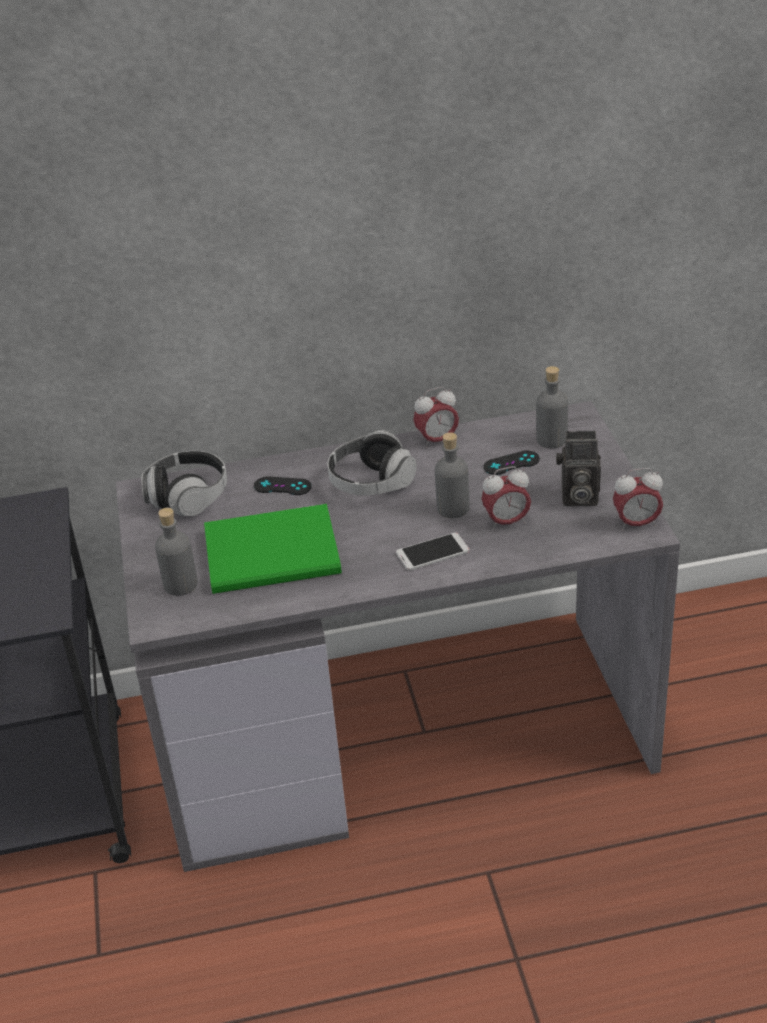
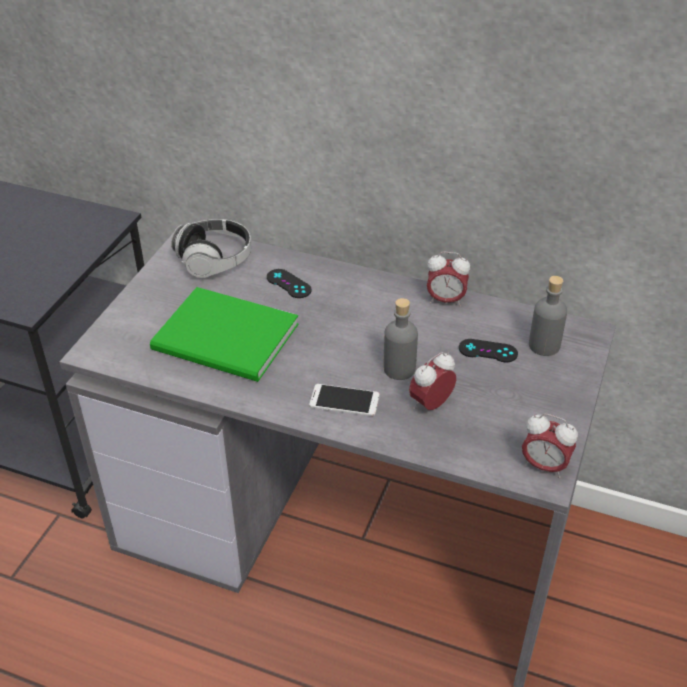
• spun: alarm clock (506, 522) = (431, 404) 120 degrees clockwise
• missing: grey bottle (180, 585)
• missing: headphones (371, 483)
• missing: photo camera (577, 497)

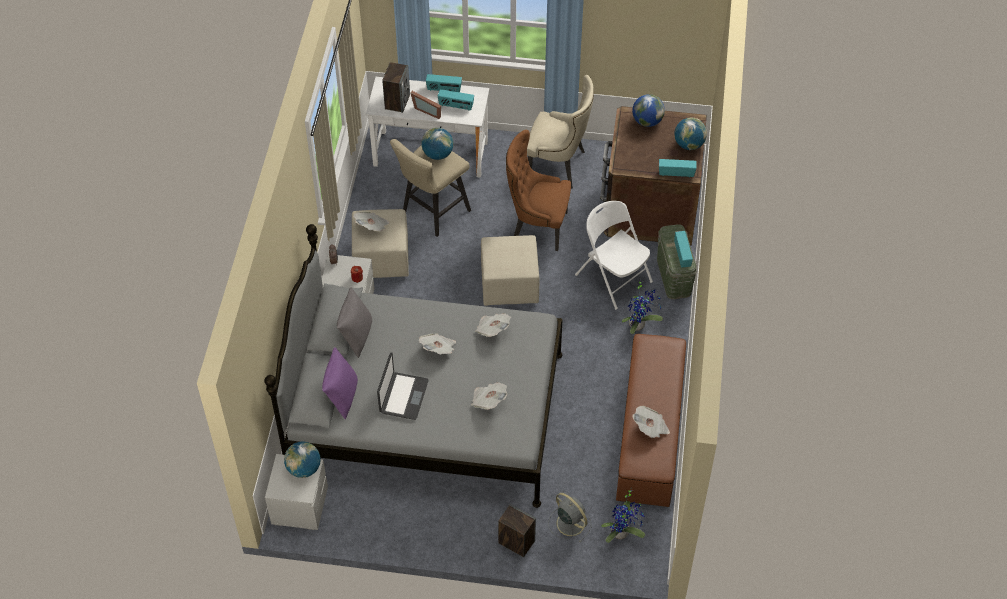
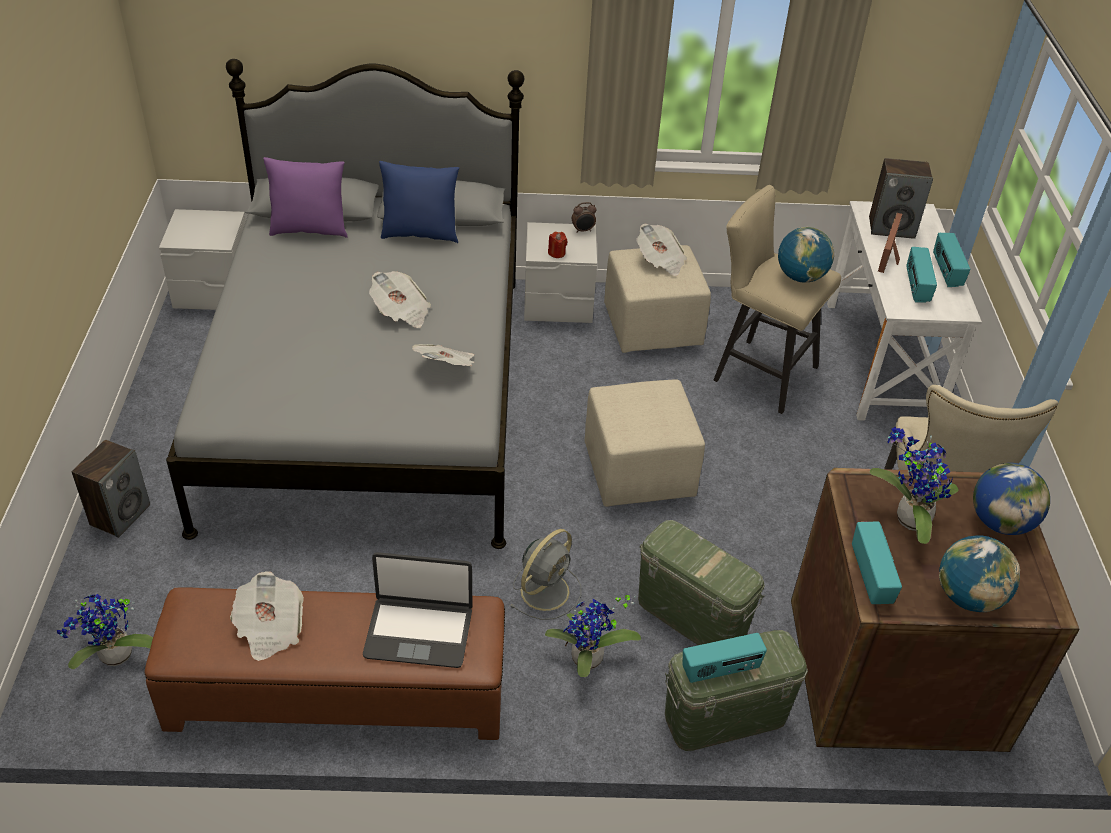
• relocated: laptop (403, 396) to (419, 632)
• colour: grey pillow (356, 336) to blue pillow (420, 234)
• relocated: grey fan (569, 522) to (546, 590)
• exchanged: white chair (614, 278) to green storage box (692, 616)
• appeared: potted plant (907, 519)
• missing: globe (304, 469)
• missing: newspaper (488, 400)
• missing: brown chair (537, 227)

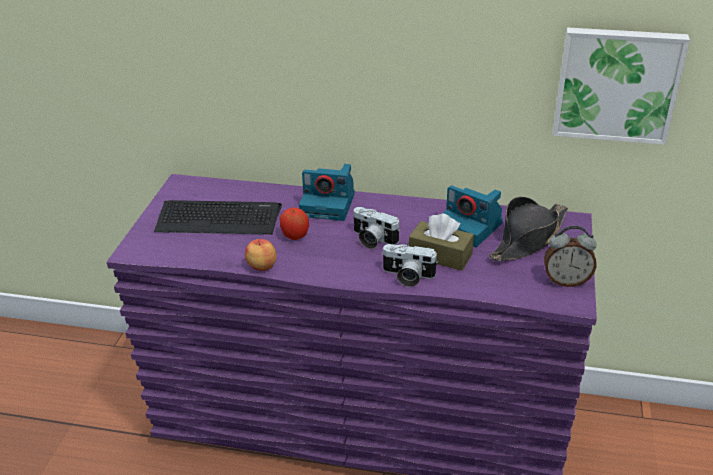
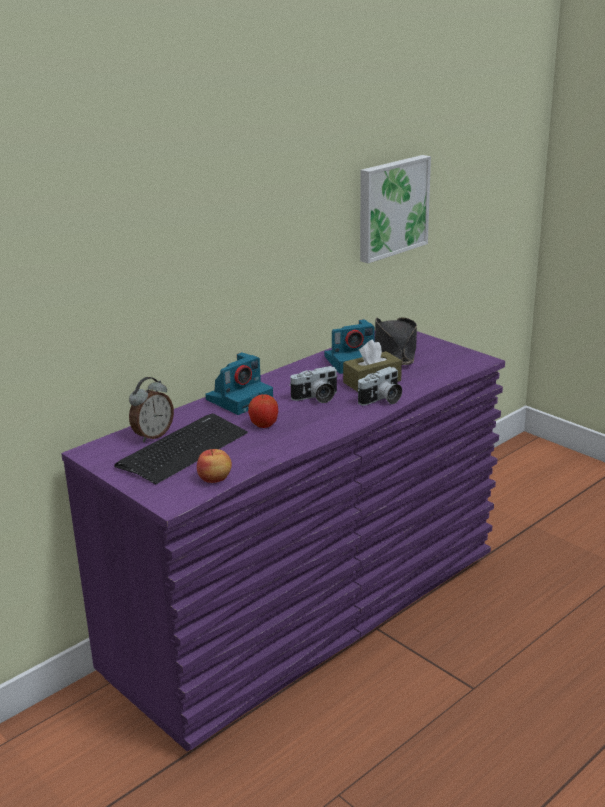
• relocated: alarm clock (566, 281) to (152, 435)
• relocated: apple (261, 266) to (215, 479)

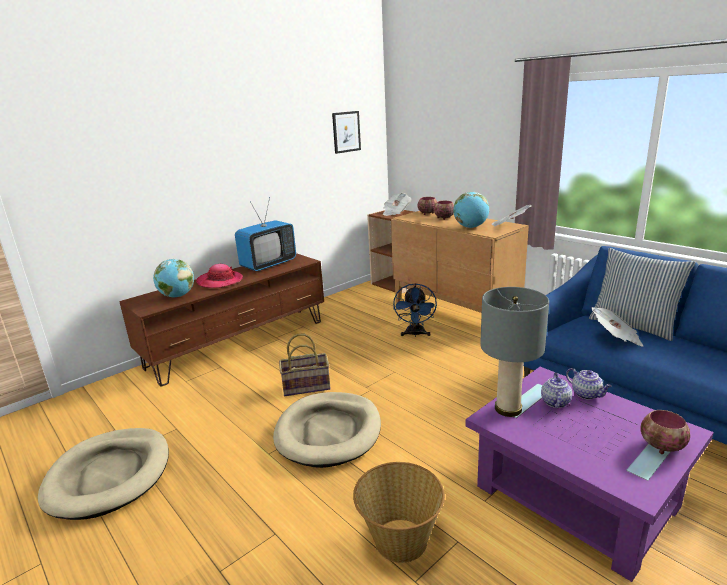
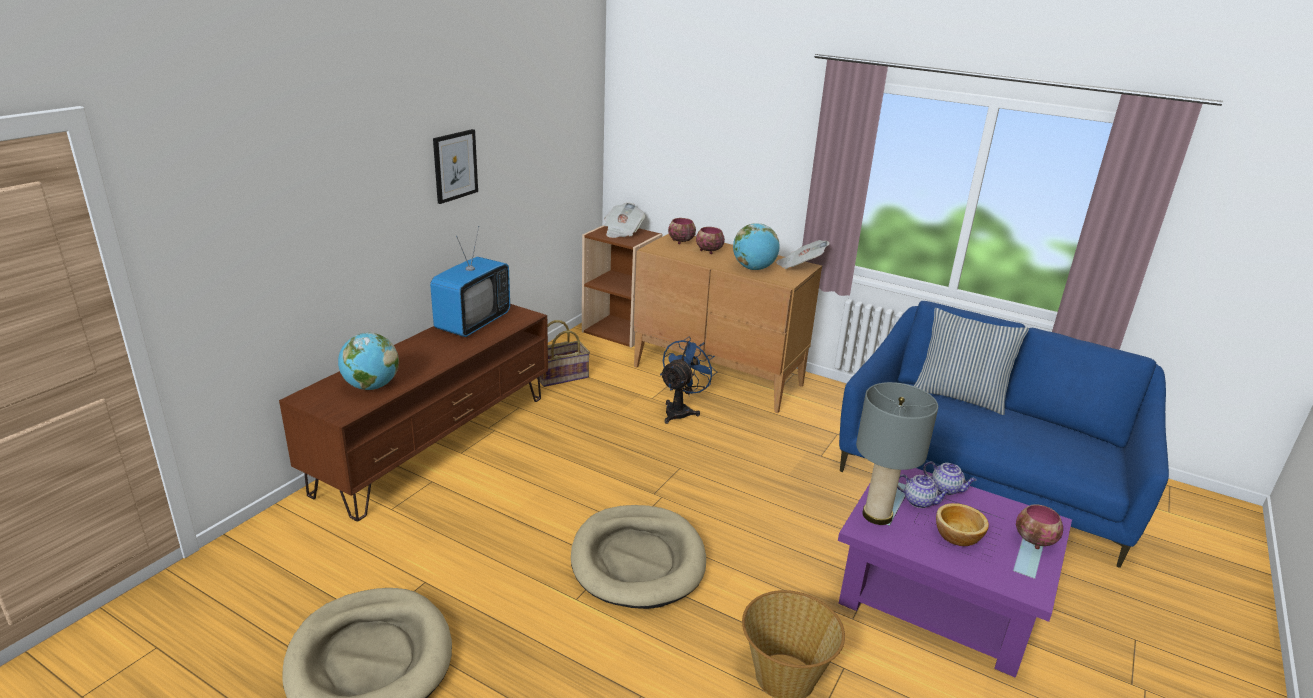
• relocated: picture (346, 132) to (455, 166)
• relocated: basket (306, 386) to (561, 376)
• spun: blue fan (415, 334) = (681, 410) 135 degrees counterclockwise
• spun: teapot (555, 402) = (919, 501) 120 degrees clockwise
• appeared: bowl (958, 536)
• missing: hat (220, 281)
• missing: newspaper (616, 338)

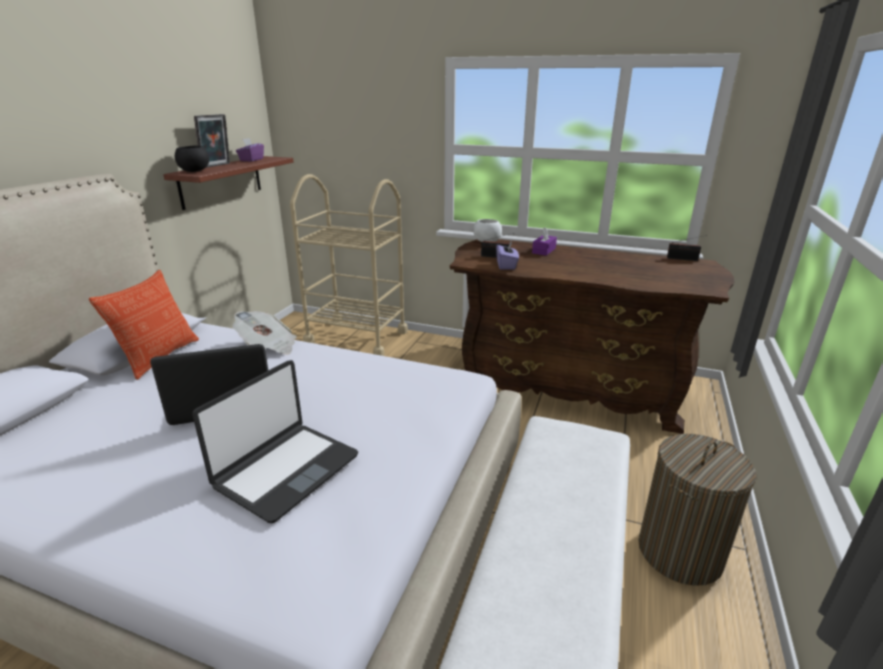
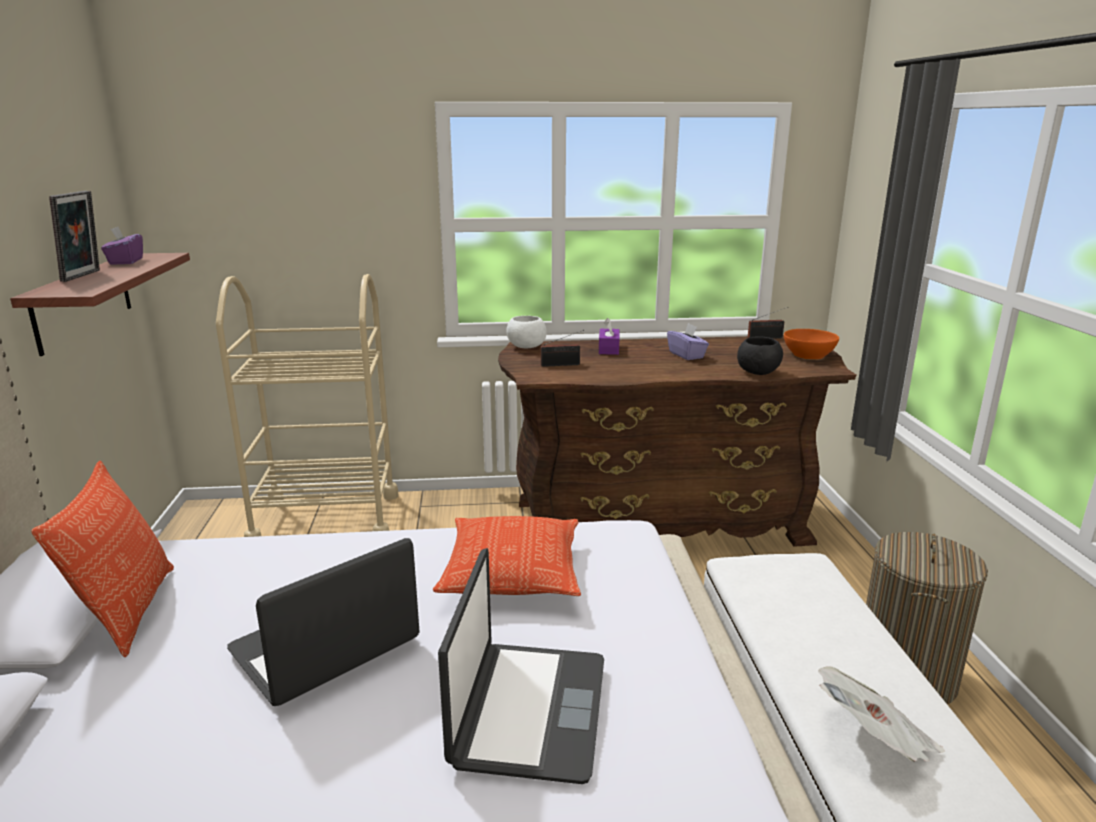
• appeared: orange pillow (512, 575)
• relocated: purple tissue box (506, 265) to (686, 355)
• relocated: black bowl (195, 171) to (758, 372)
• appeared: orange bowl (808, 355)
• relocated: newspaper (268, 346) to (875, 741)

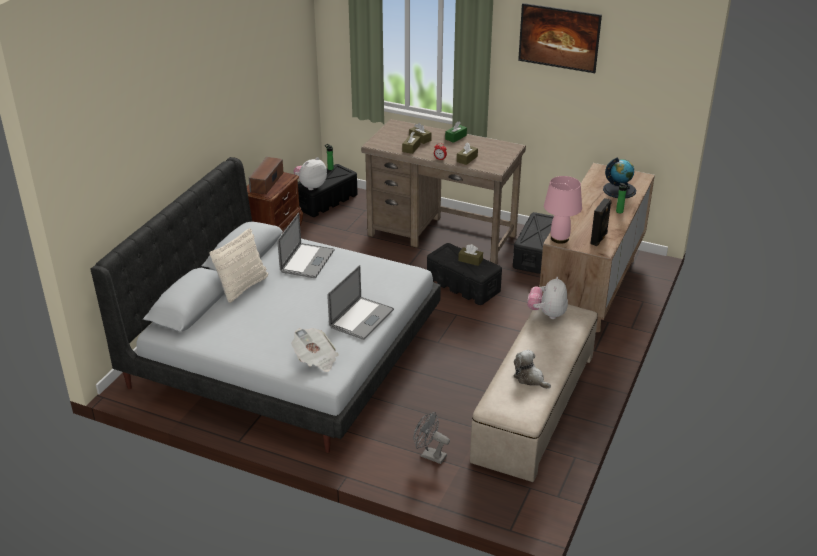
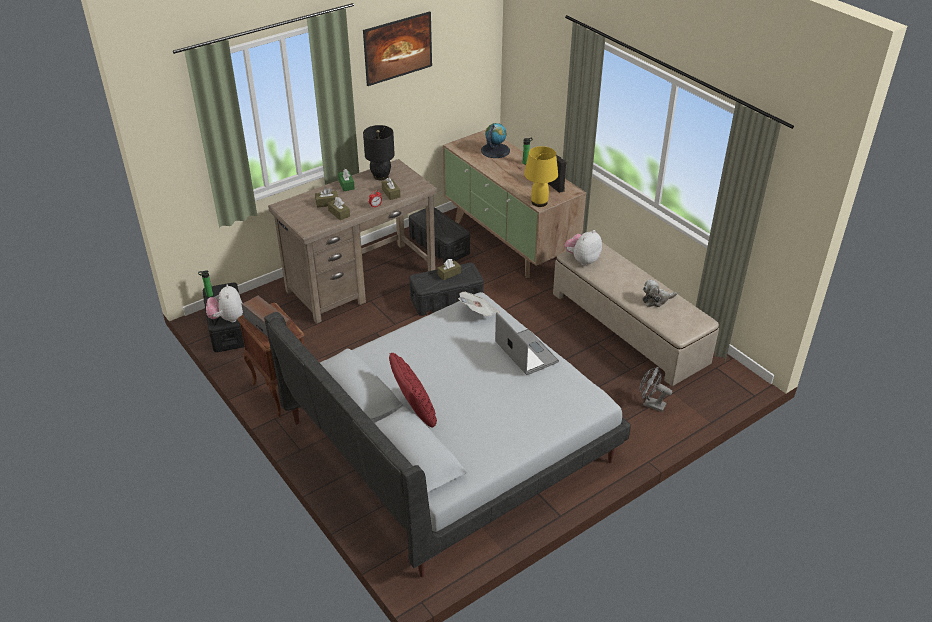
• appeared: black table lamp (380, 176)
• colour: beige pillow (242, 287) to red pillow (413, 410)
• relocated: newspaper (316, 359) to (479, 313)
• colour: pink table lamp (560, 239) to yellow table lamp (540, 202)
• spun: plush toy (547, 314) = (582, 260) 90 degrees clockwise
• spun: grey fan (429, 455) = (650, 404) 60 degrees clockwise
• missing: laptop (307, 261)

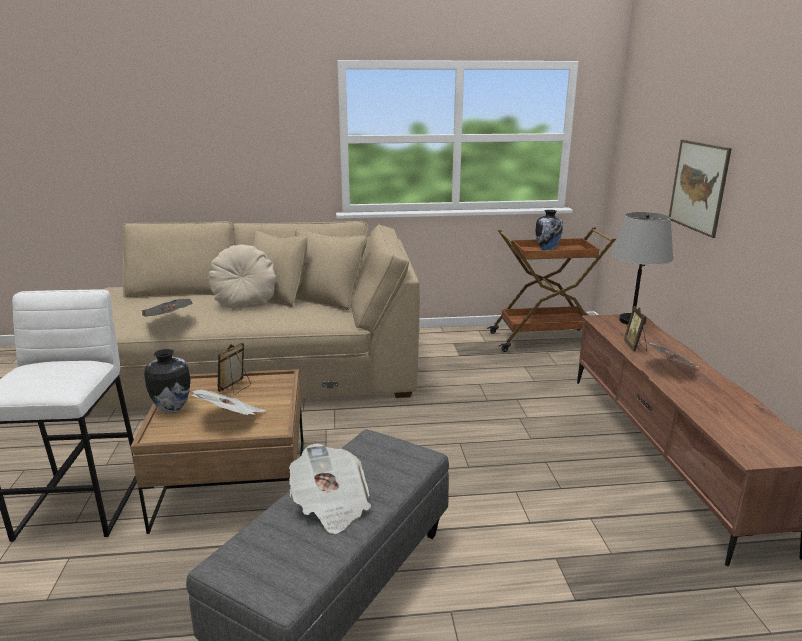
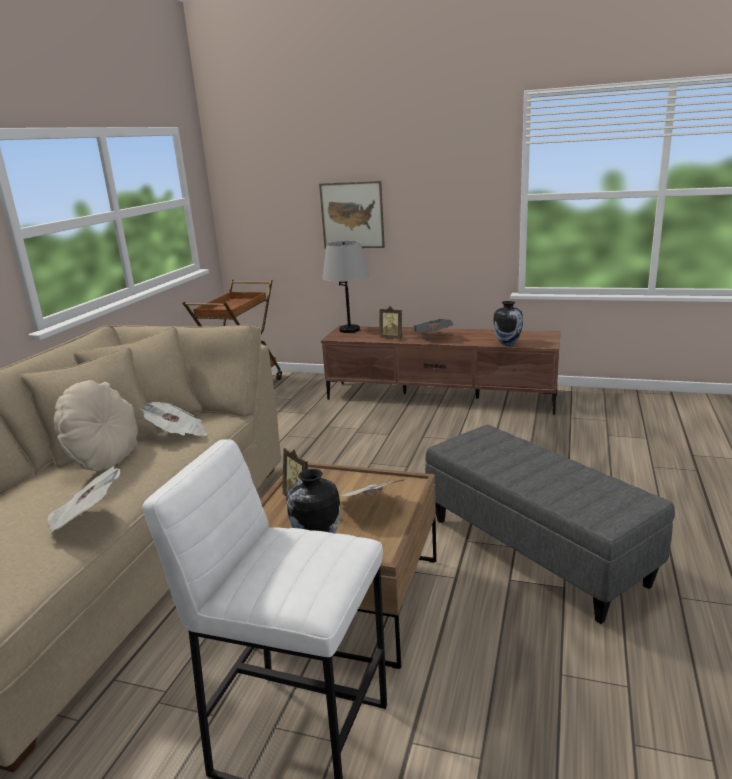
• relocated: newspaper (330, 505) to (177, 434)
• relocated: vase (547, 249) to (507, 343)

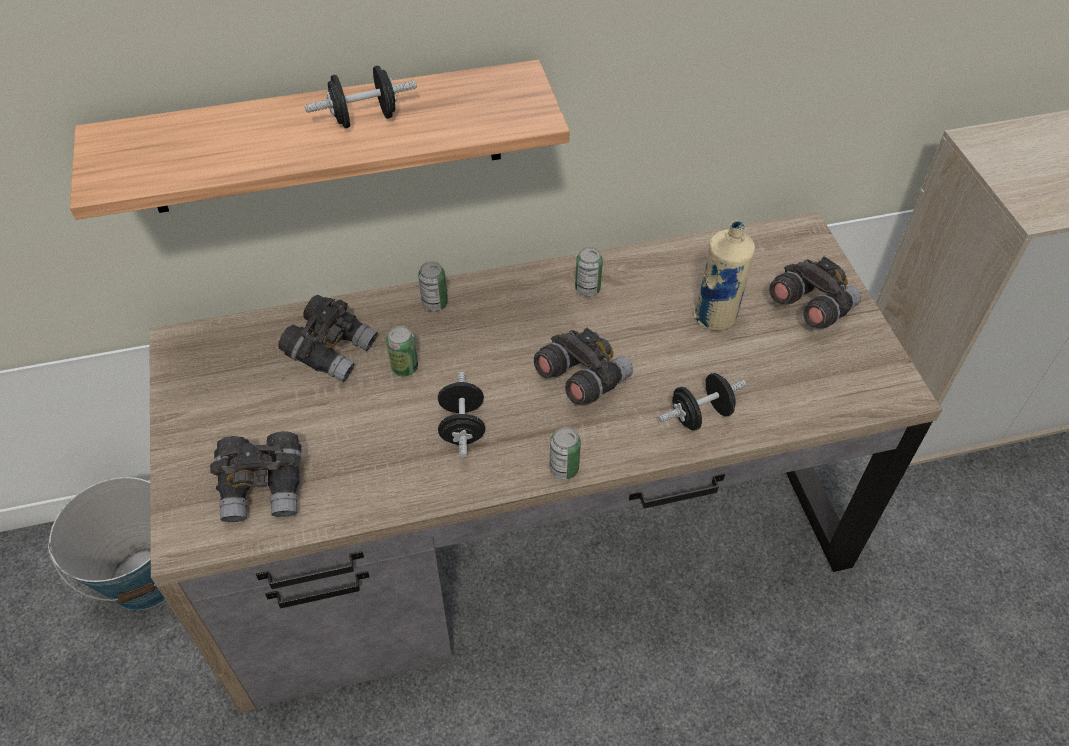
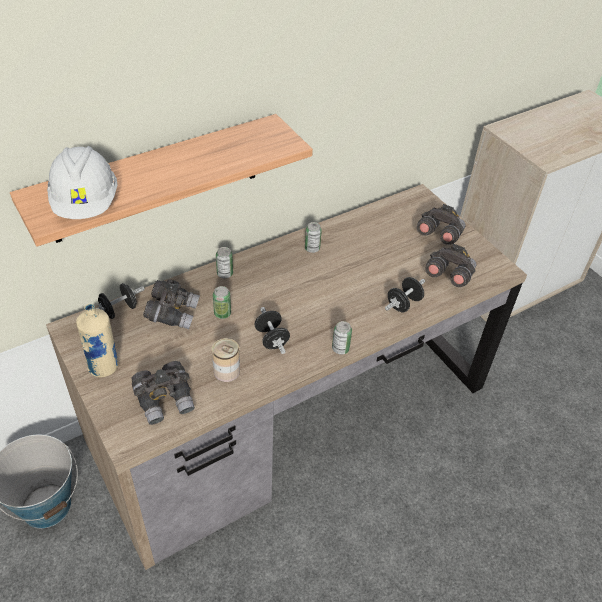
• appeared: white hard hat (86, 203)
• relocated: beige bottle (715, 317) to (104, 367)
• relocated: black dumbbell (365, 118) to (119, 310)
• appeared: can (226, 371)
• relocated: grey binoculars (581, 379) to (448, 275)

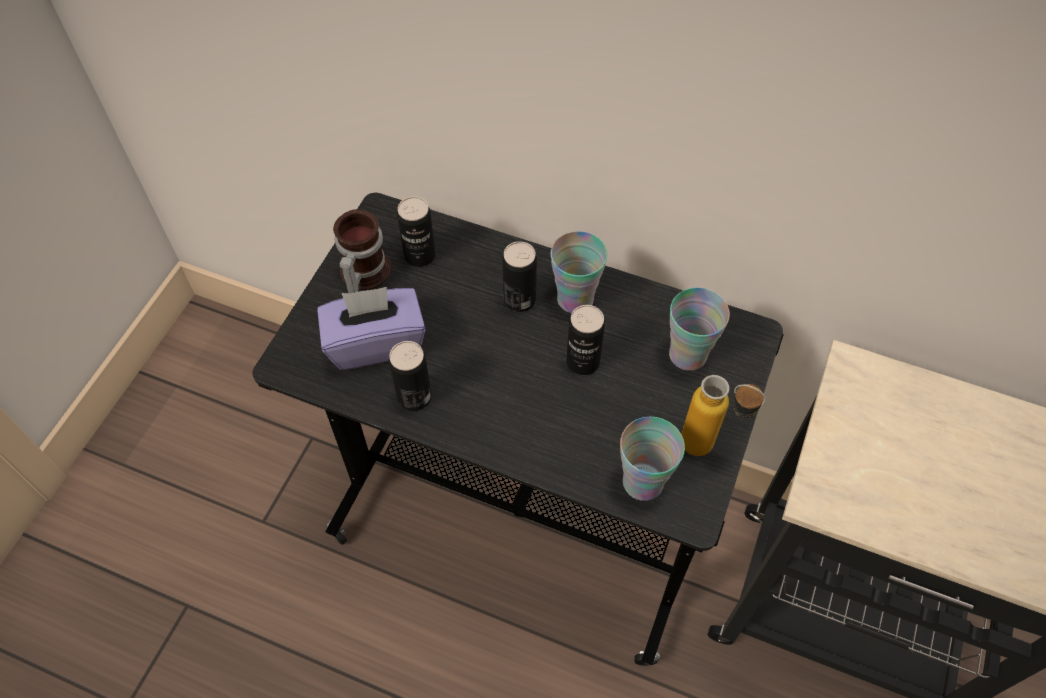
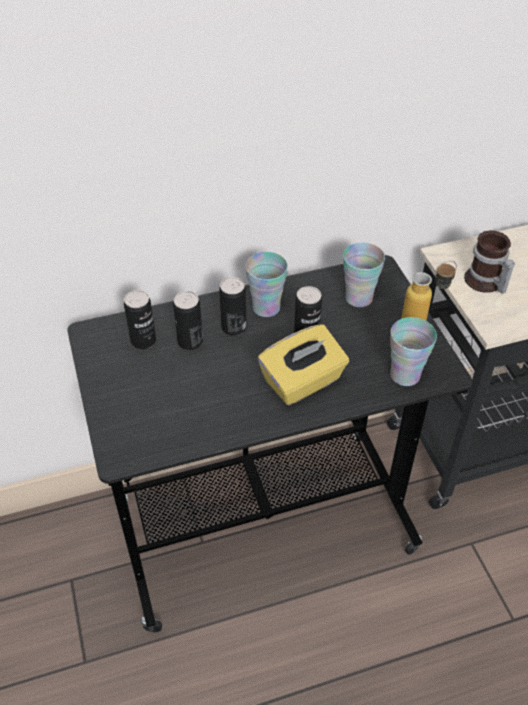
• relocated: can (414, 397) to (190, 342)
• appeared: yellow tissue box (303, 382)
• relocated: mug (361, 274) to (484, 283)
• missing: purple tissue box (375, 342)

